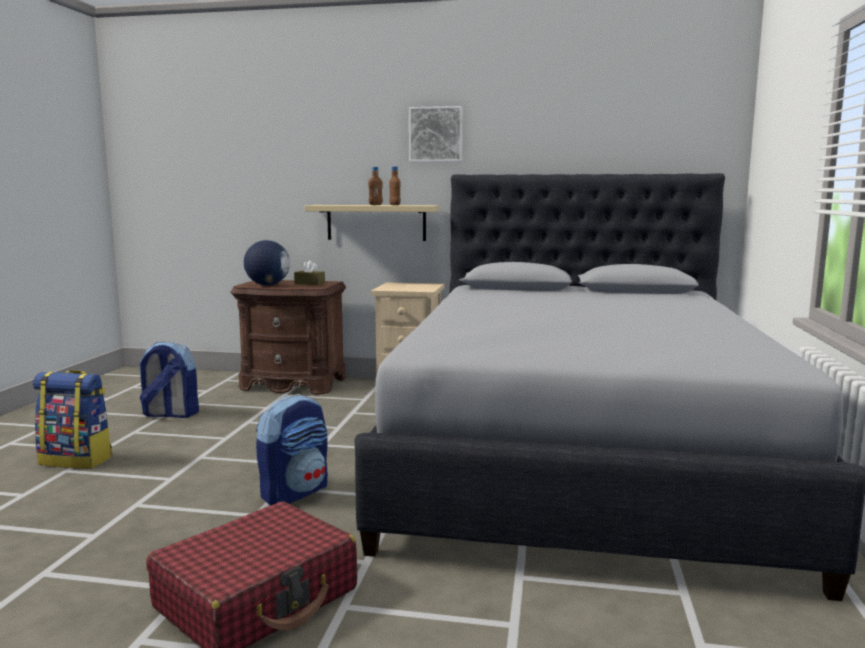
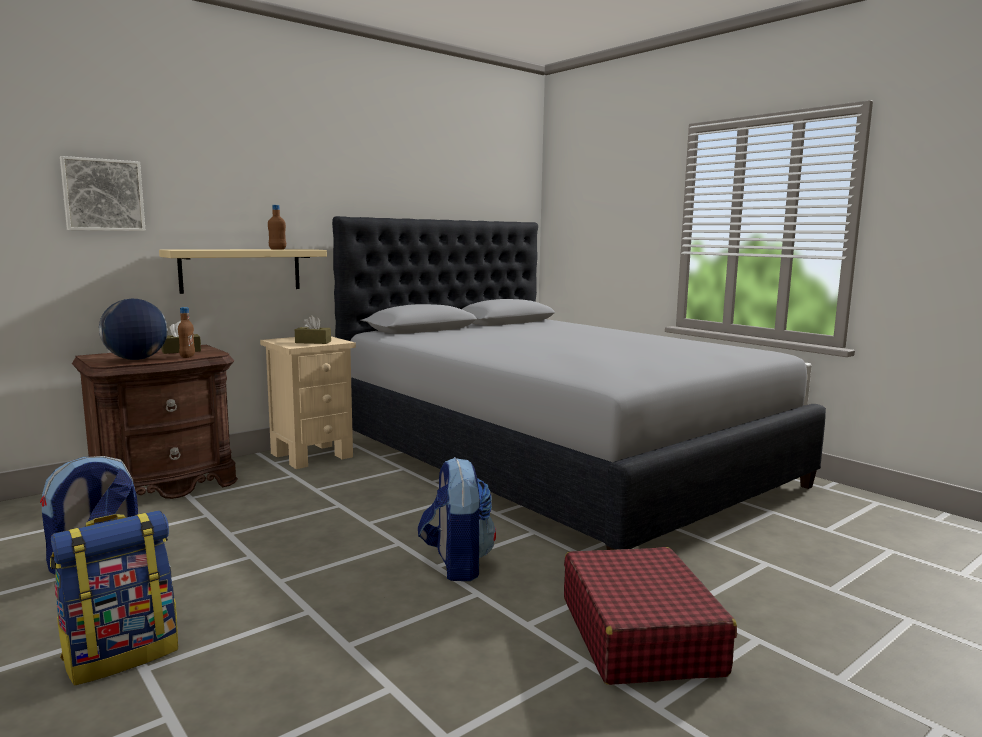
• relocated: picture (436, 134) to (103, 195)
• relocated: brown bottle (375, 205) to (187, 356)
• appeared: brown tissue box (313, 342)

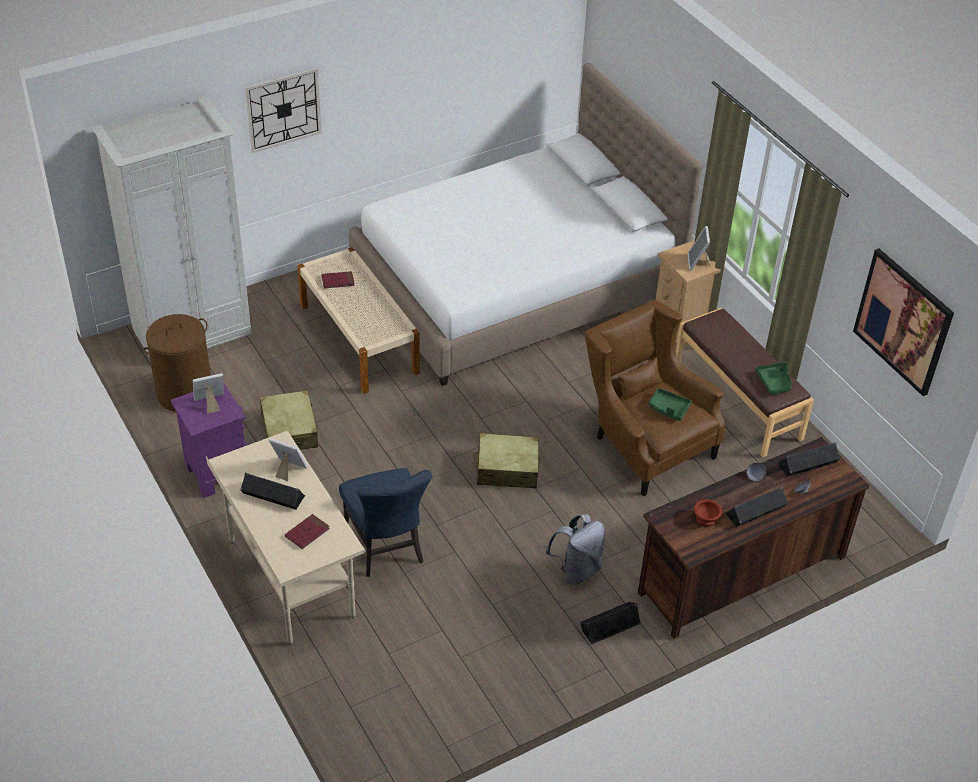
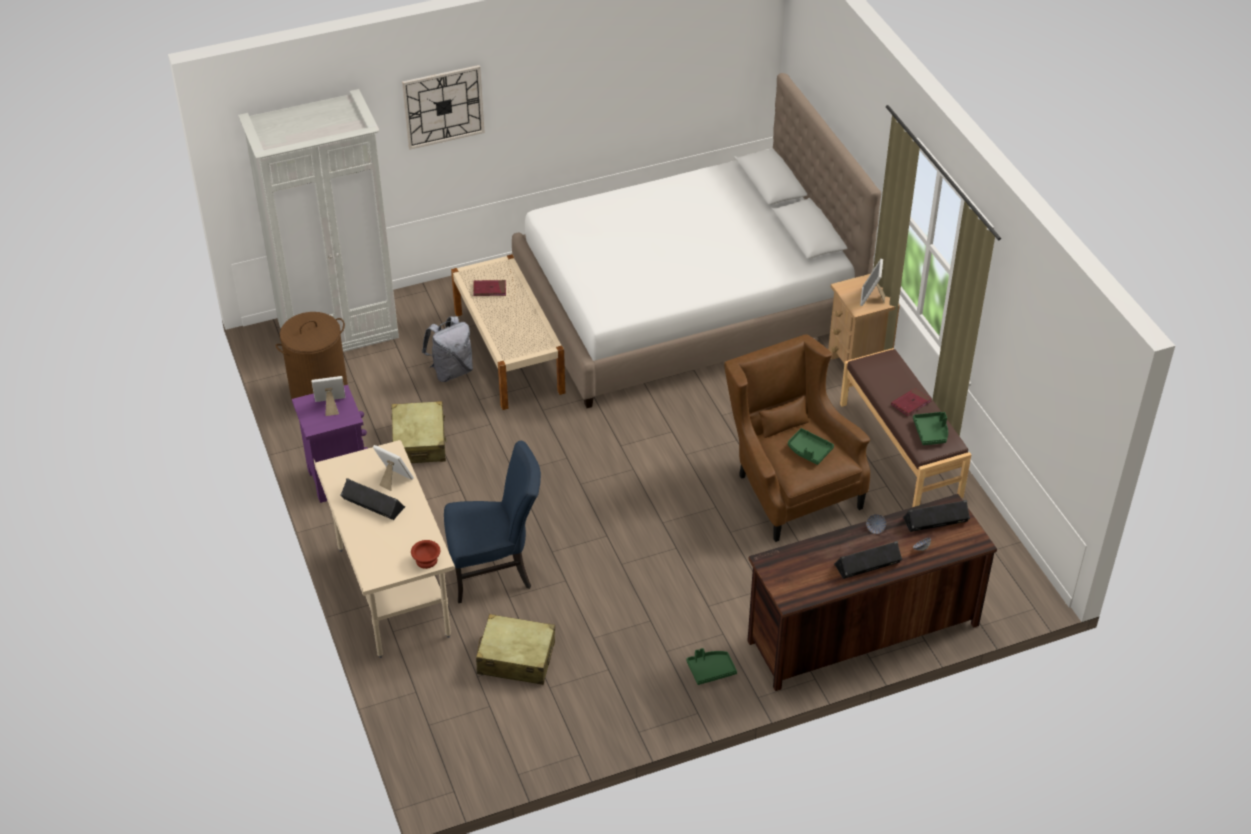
• relocated: brown bowl (706, 519) to (426, 561)
• relocated: grey backpack (576, 570) to (451, 371)
• spun: blue chair (386, 547) = (496, 570) 90 degrees counterclockwise
• relocated: beige suitcase (507, 469) to (516, 658)
• exchanged: black speaker (609, 624) to green tray (711, 670)
• relocated: red book (307, 533) to (911, 403)
• missing: picture (903, 321)

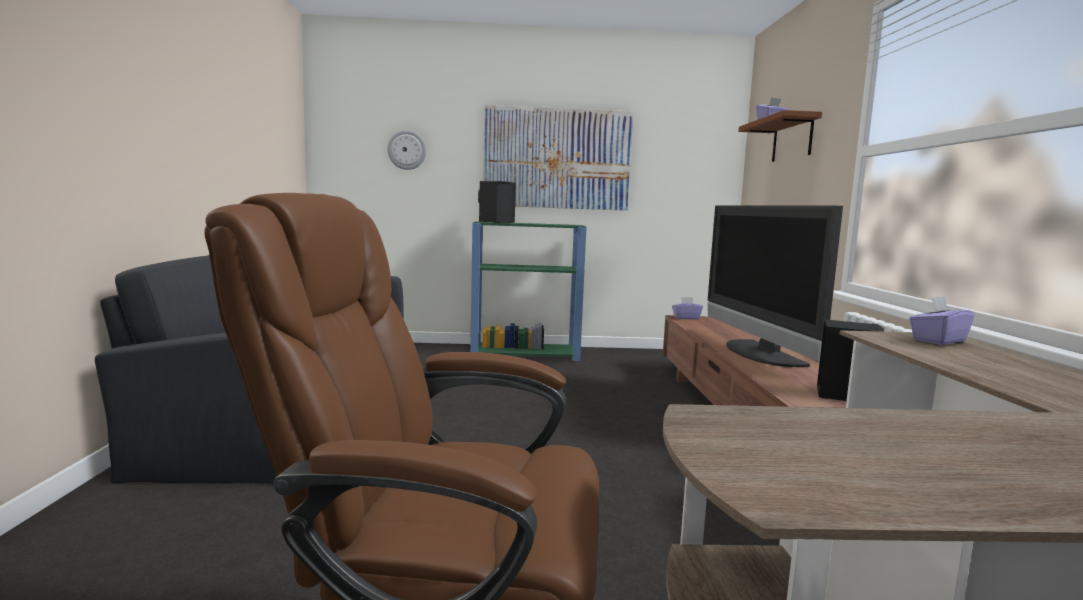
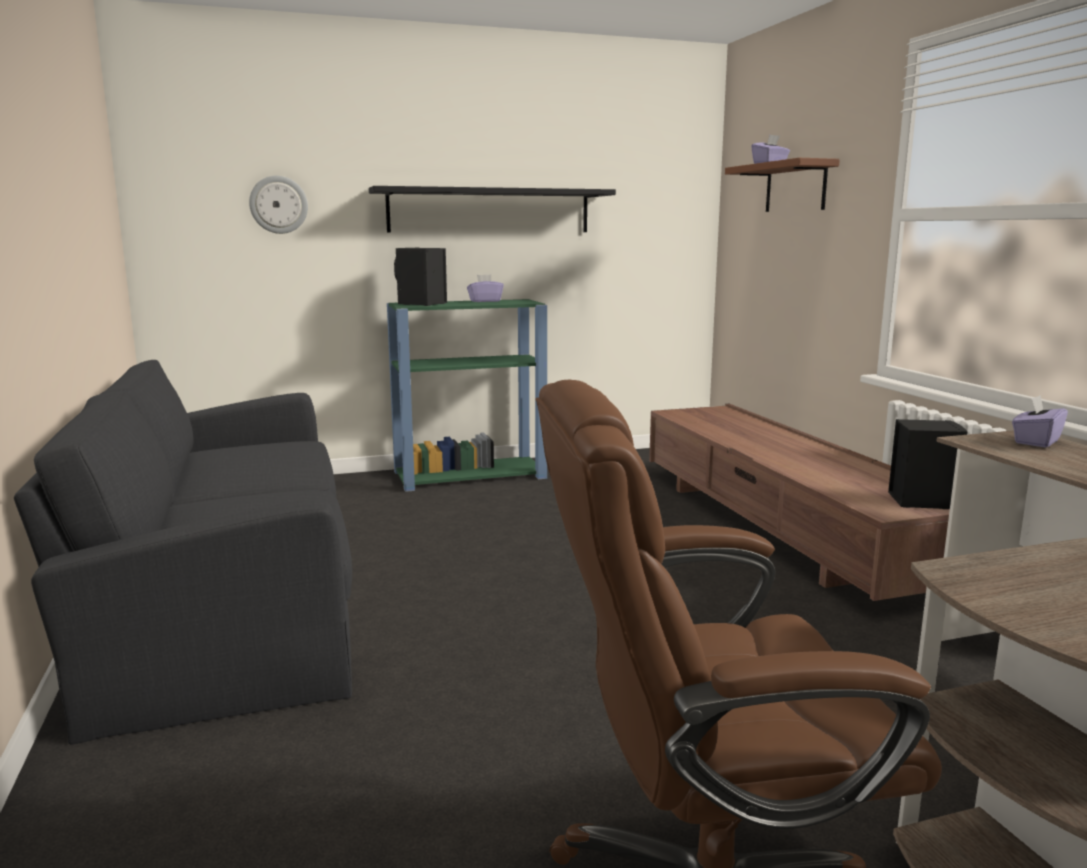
• exchanged: picture (557, 159) to black shelf (490, 211)
• relocated: purple tissue box (686, 318) to (485, 301)
• missing: television (758, 353)

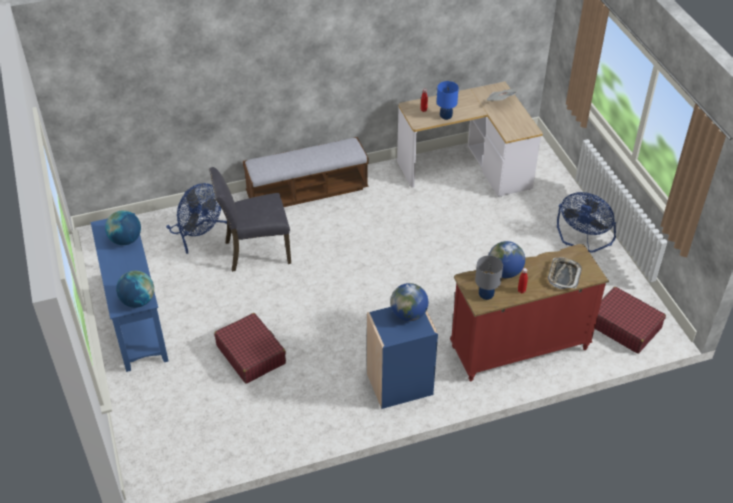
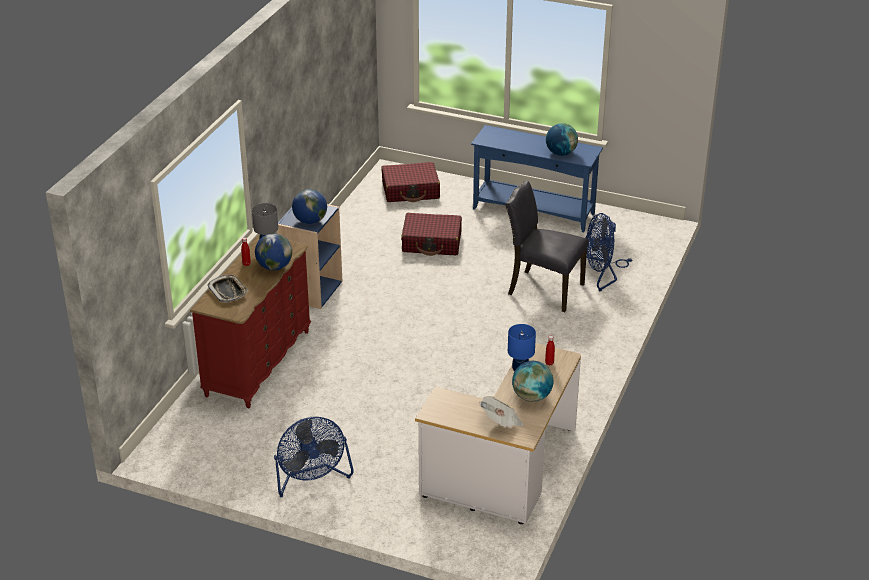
• relocated: red suitcase (624, 326) to (411, 190)
• spun: grey chair (255, 251) = (543, 289) 90 degrees counterclockwise
• relocated: globe (138, 301) to (532, 397)
• missing: bench (307, 192)

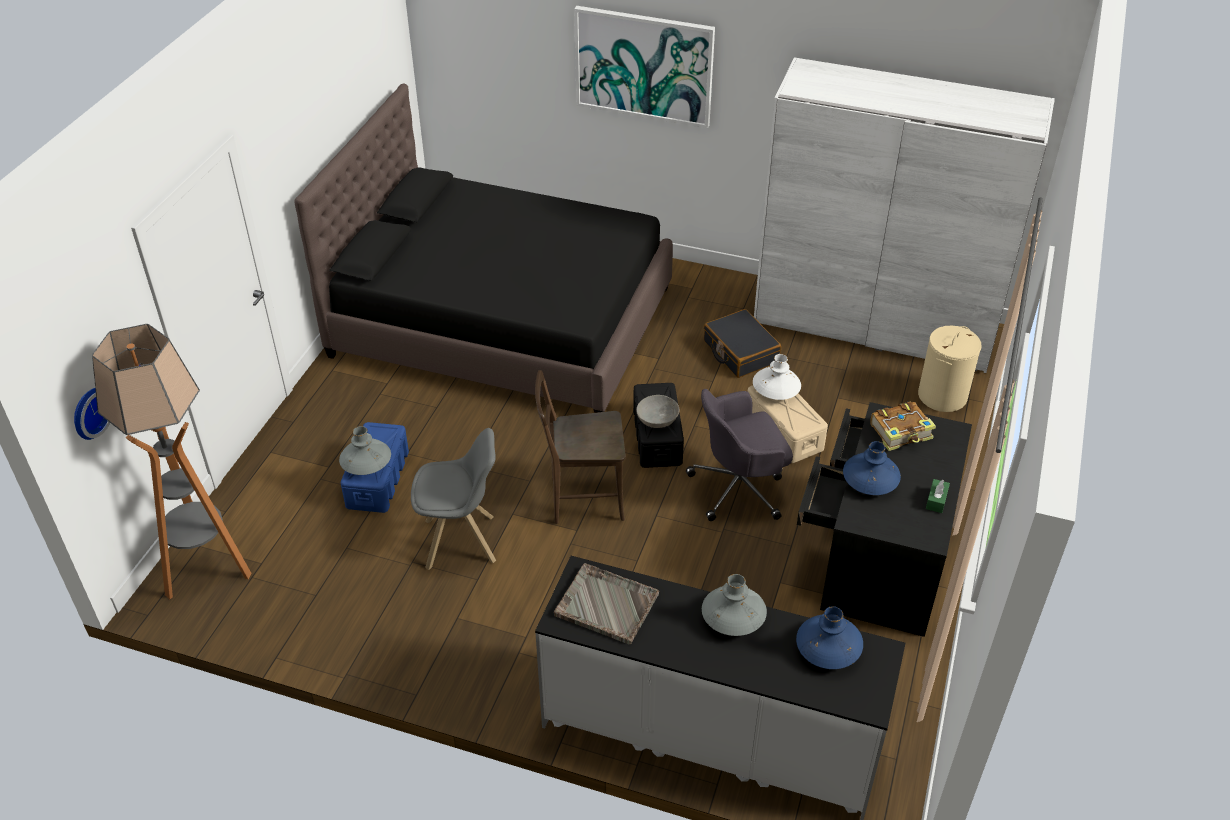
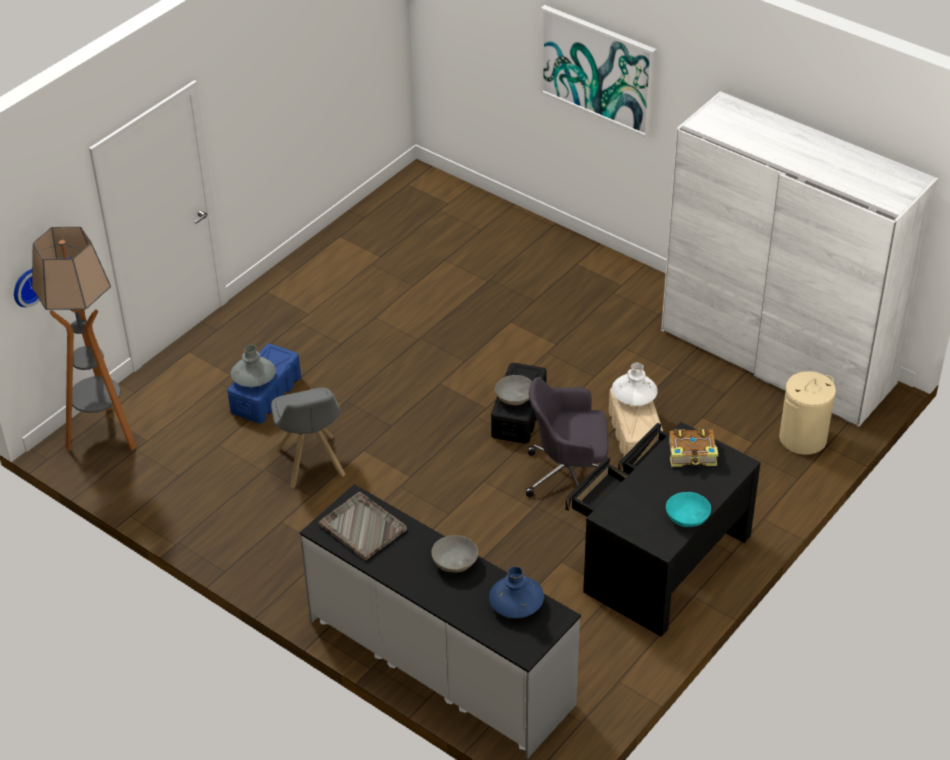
• spun: grey chair (461, 541) = (311, 462) 60 degrees clockwise
• exchanged: grey vase (733, 617) to grey bowl (455, 561)
• exchanged: green tissue box (936, 500) to turquoise bowl (687, 517)
• missing: black bed (502, 321)
• missing: brown chair (582, 499)
• missing: black suitcase (740, 352)
• missing: blue vase (870, 481)

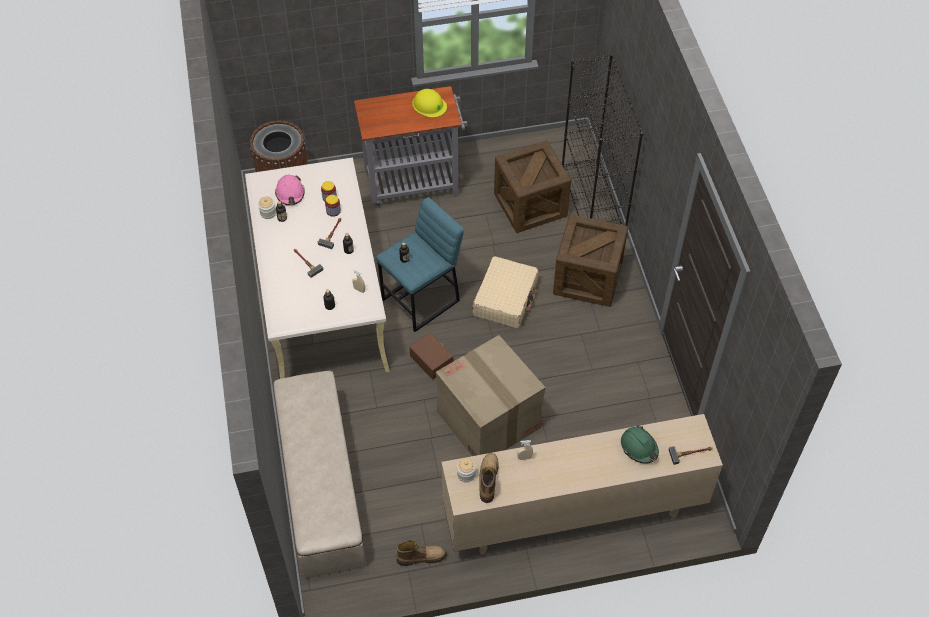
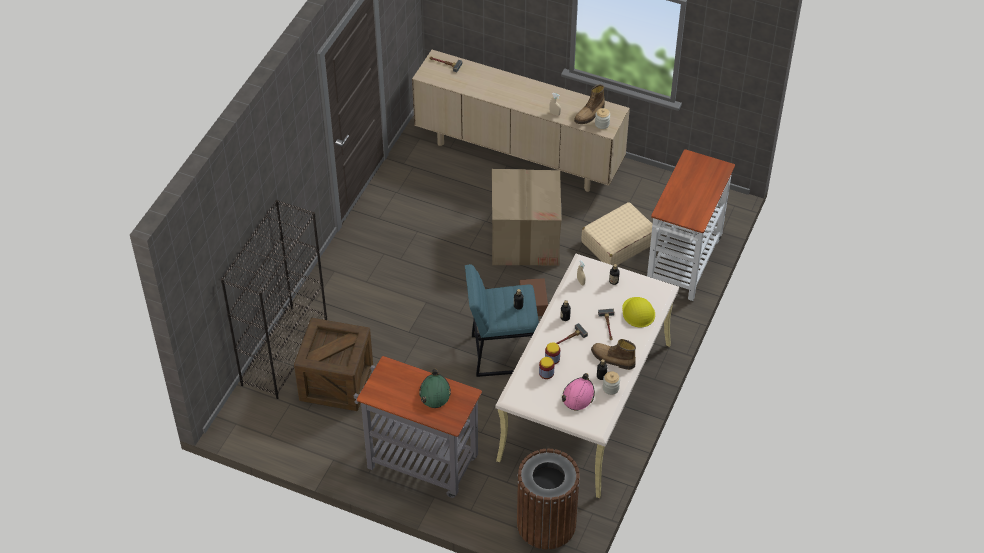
• relocated: green hard hat (639, 447) to (435, 393)
• relocated: beige suitcase (506, 298) to (618, 242)
• relocated: boot (421, 557) to (612, 359)
• relocated: yellow hard hat (429, 104) to (638, 312)
• exchanged: beige bench (320, 483) to white cart (683, 264)
• missing: crate (587, 278)

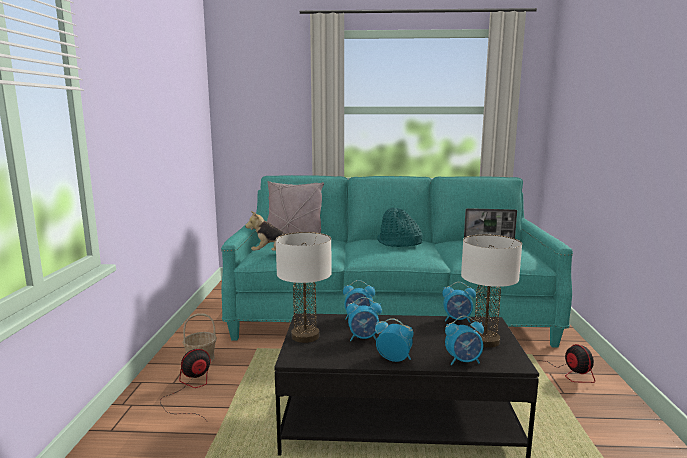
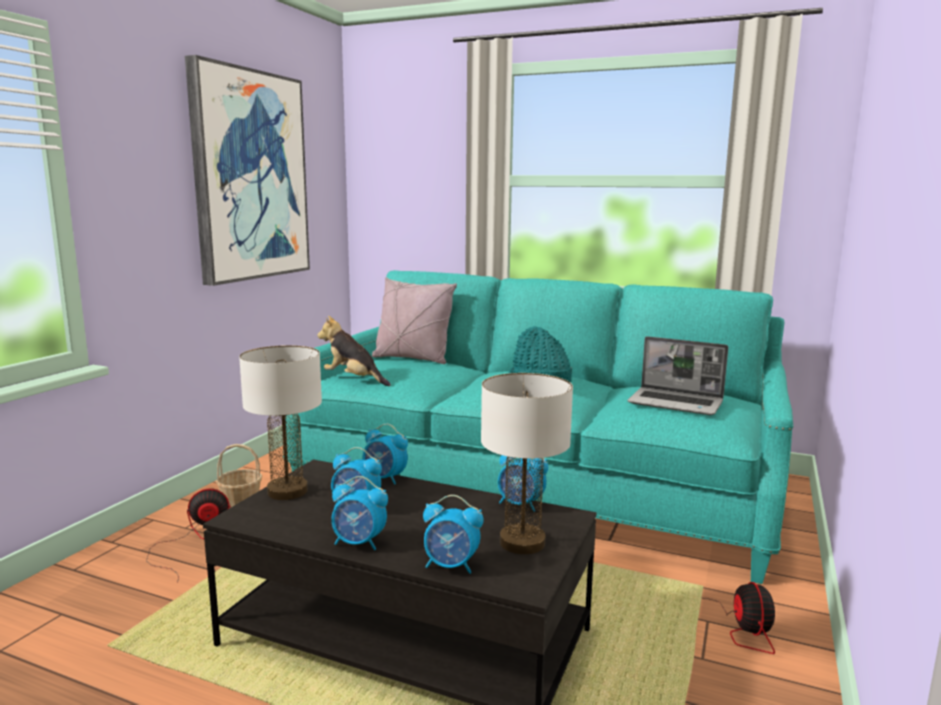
• appeared: picture (250, 176)
• spun: alarm clock (394, 359) = (359, 543) 150 degrees clockwise

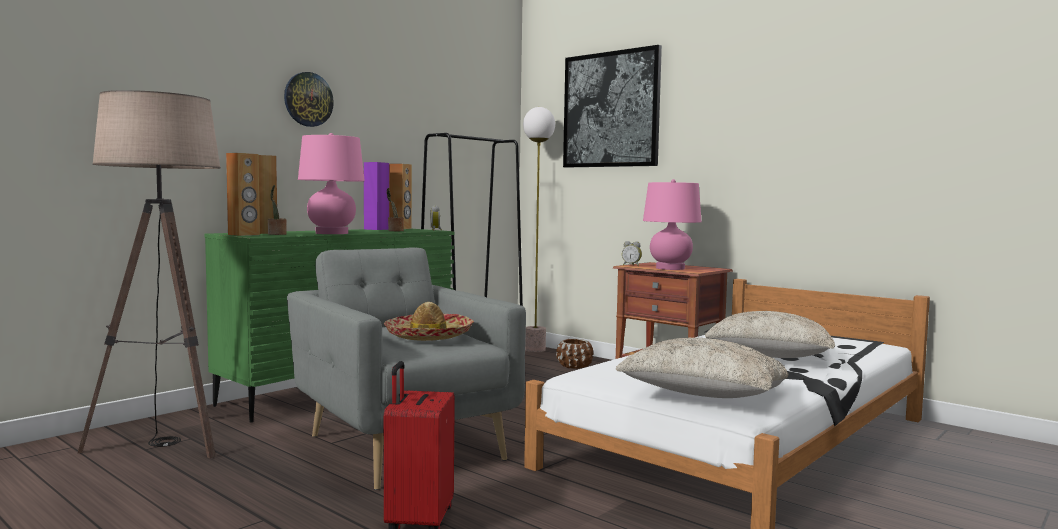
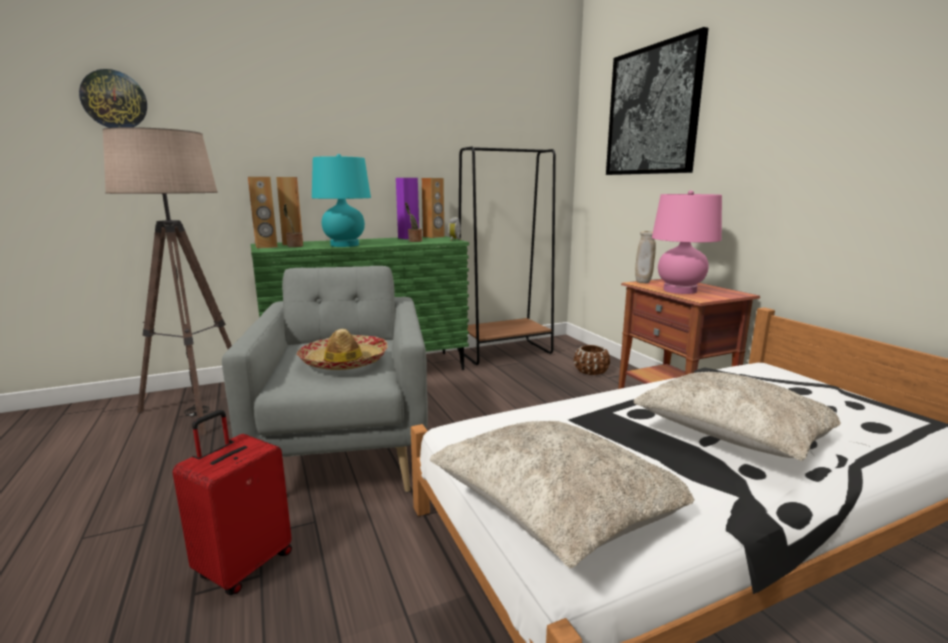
• relocated: wall clock (308, 99) to (114, 100)
• colour: pink table lamp (332, 233) to turquoise table lamp (344, 245)
• exchanged: alarm clock (631, 265) to beige vase (643, 283)
• missing: floor lamp (534, 349)

